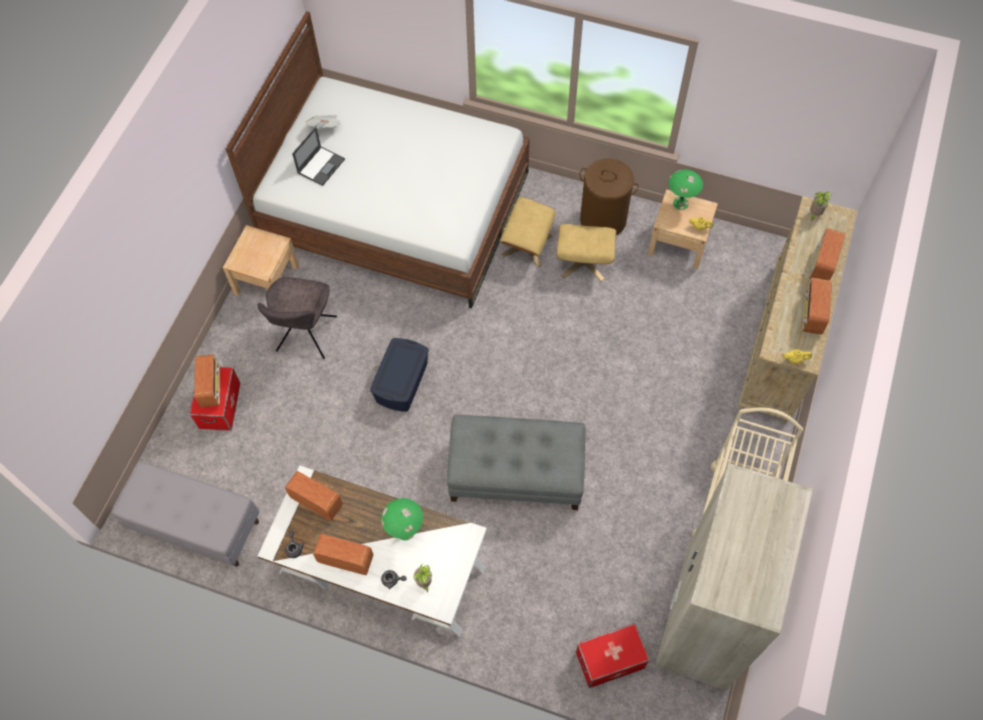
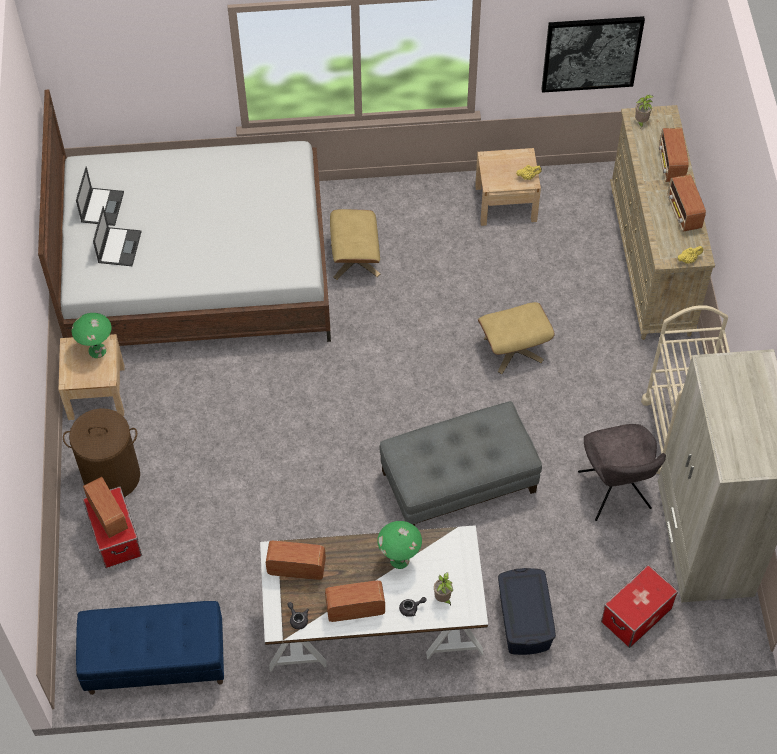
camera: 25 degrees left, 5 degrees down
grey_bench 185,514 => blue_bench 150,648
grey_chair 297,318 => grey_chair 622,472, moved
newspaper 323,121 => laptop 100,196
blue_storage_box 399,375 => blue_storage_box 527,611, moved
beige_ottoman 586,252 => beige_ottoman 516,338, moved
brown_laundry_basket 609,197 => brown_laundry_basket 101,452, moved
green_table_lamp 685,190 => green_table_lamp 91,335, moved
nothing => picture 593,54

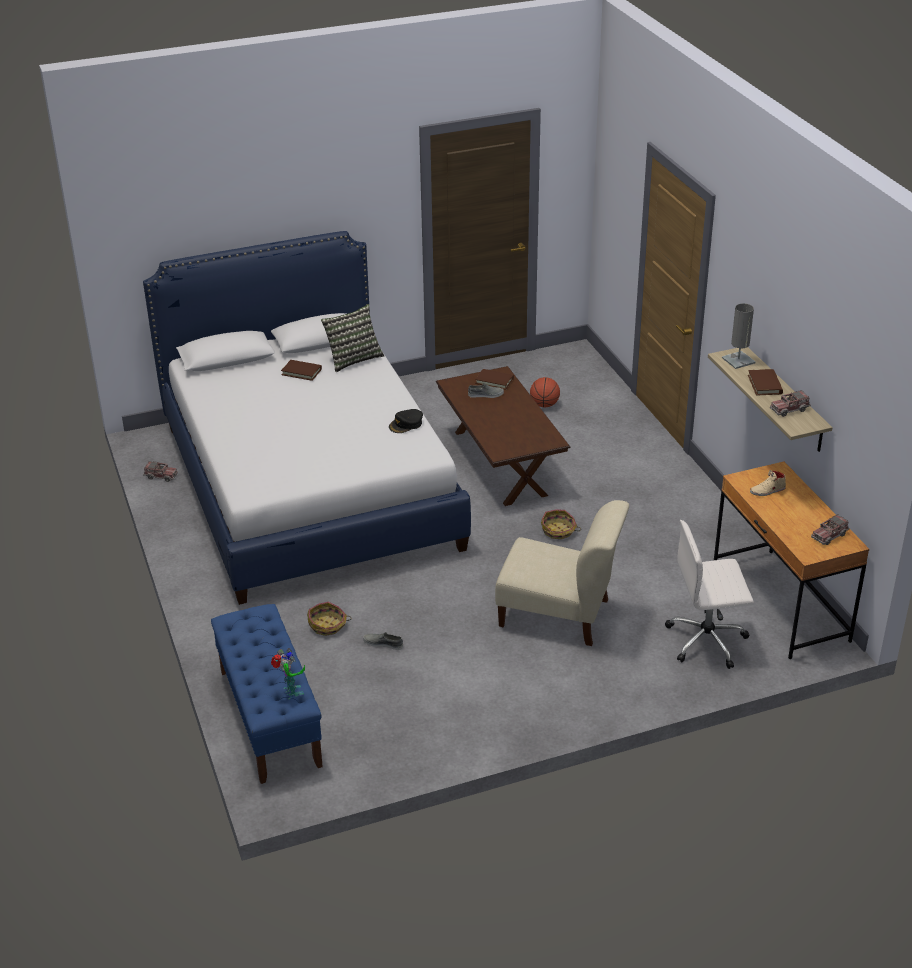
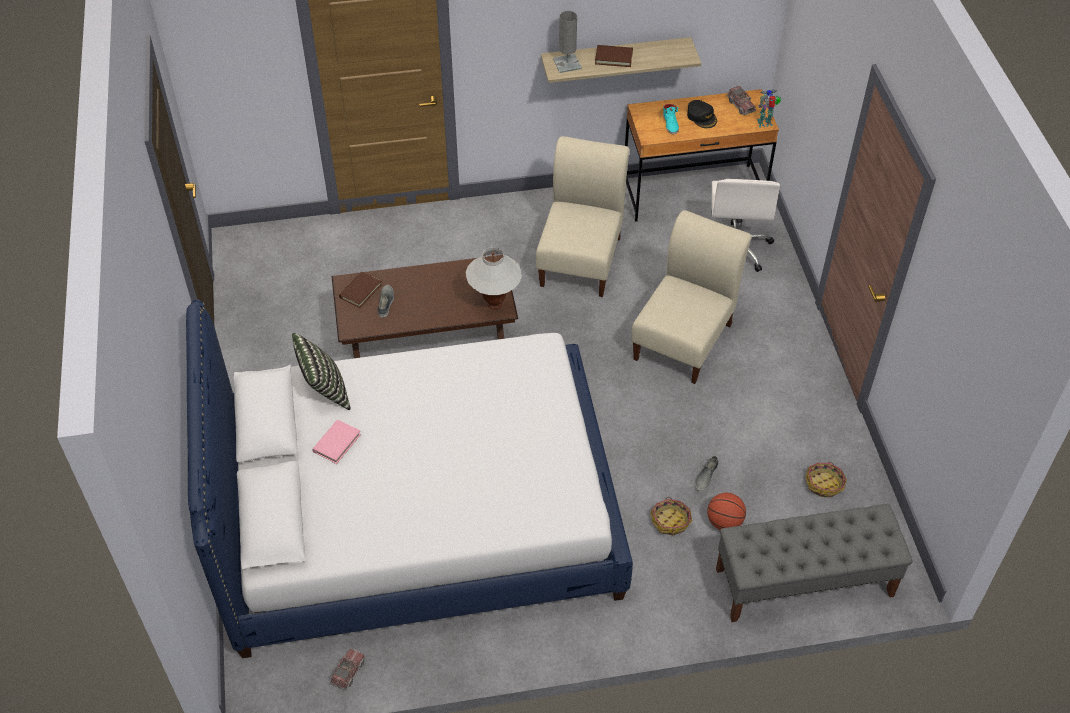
camera: 80 degrees left, 15 degrees up
blue_bench 267,694 => grey_bench 814,563
toy_robot 288,673 => toy_robot 769,108, moved
brown_book 301,370 => pink_book 336,442
black_cap 406,421 => black_cap 702,114, moved
basketball 545,392 => basketball 726,511, moved
basket 561,524 => basket 826,479, moved
beige_shoe 768,483 => turquoise_shoe 671,119
toy_truck 790,403 => nothing
nothing => white_table_lamp 494,278
nothing => beige_chair 583,216

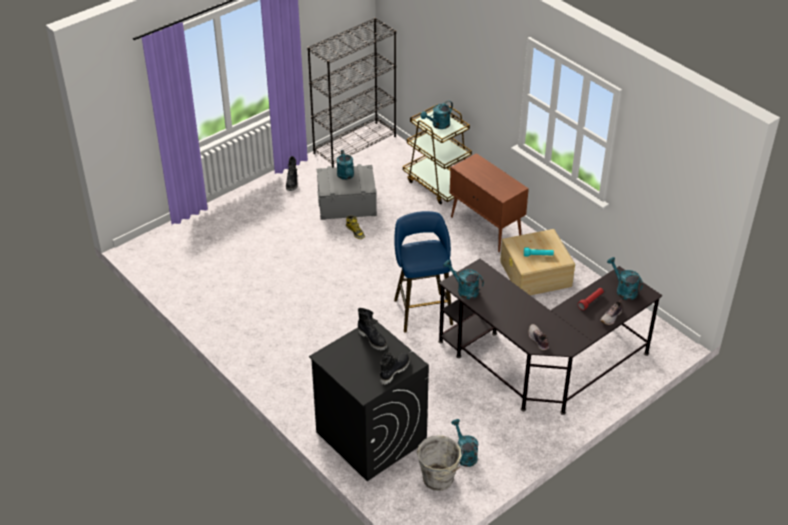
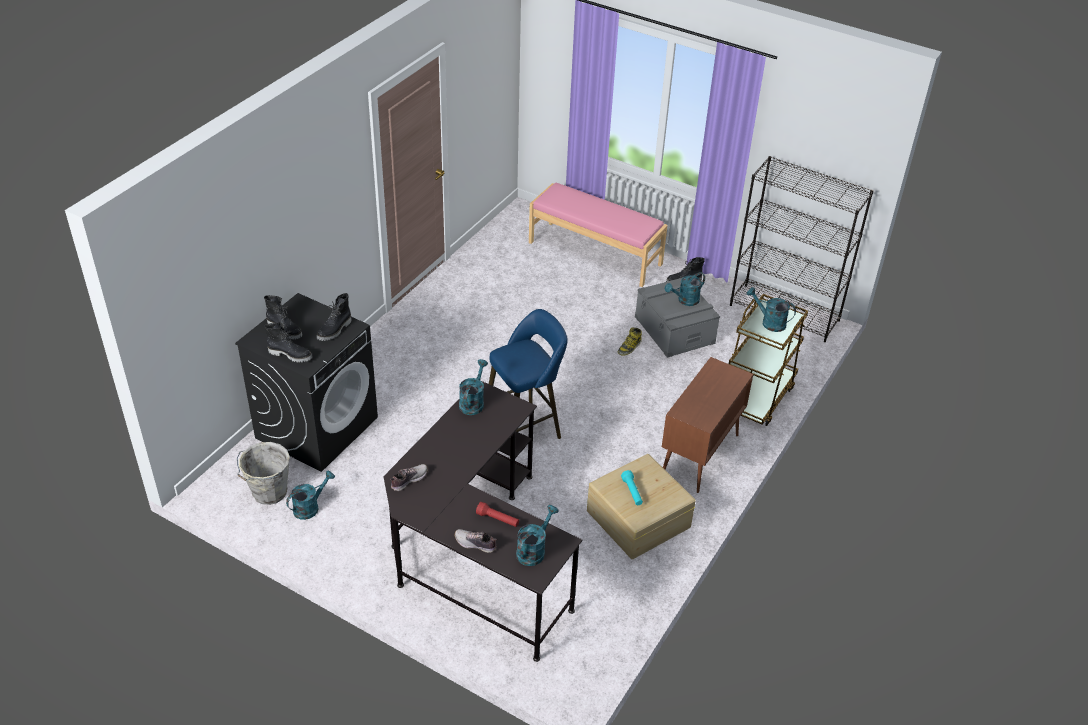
camera: 70 degrees right, 0 degrees up
nothing => black_boot 283,317
nothing => pink_bench 598,235

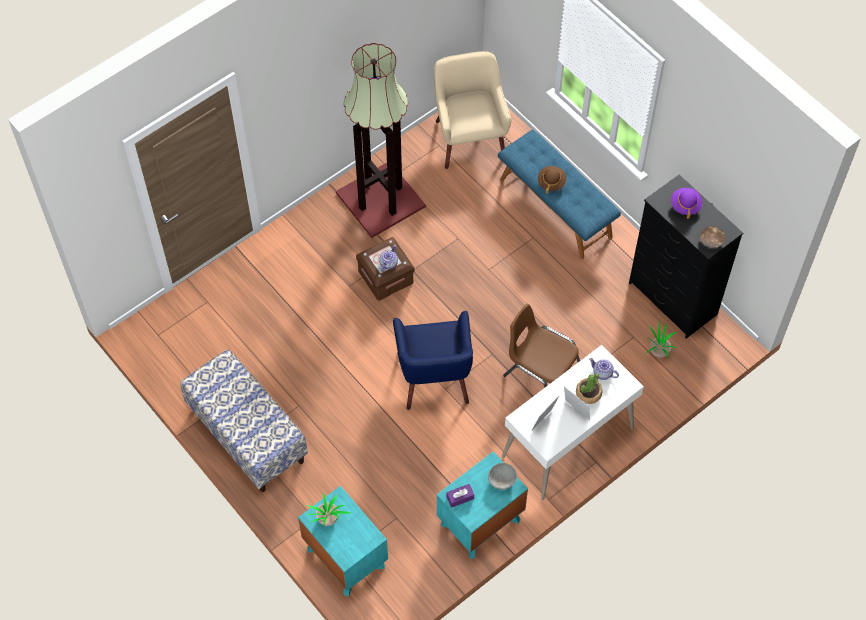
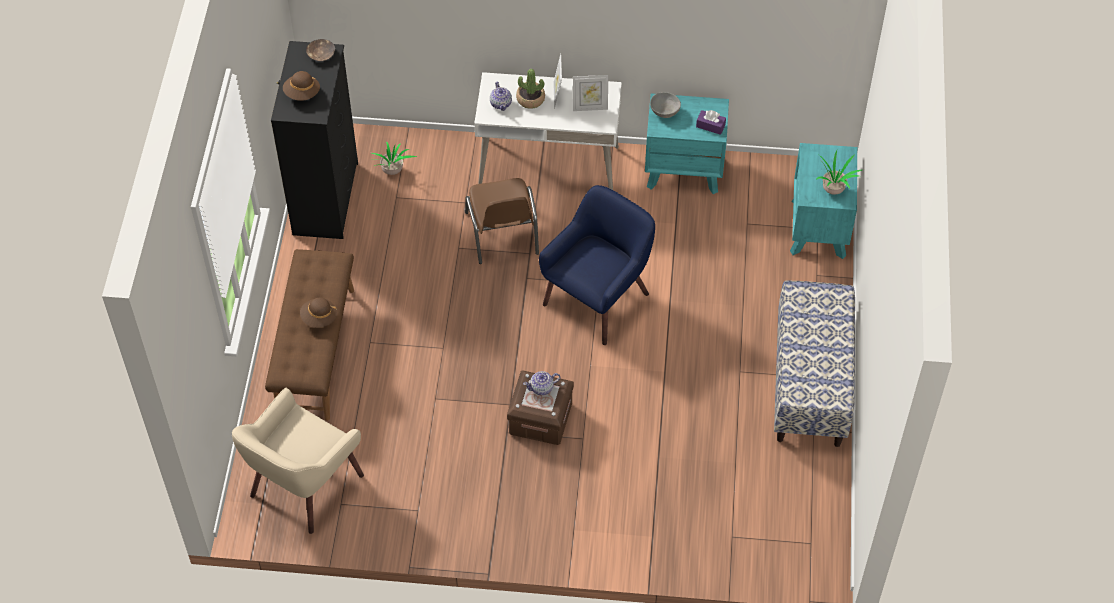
camera: 135 degrees left, 5 degrees down
floor_lamp 381,140 => nothing
blue_bench 559,194 => brown_bench 309,335
purple_hat 686,203 => brown_hat 301,86

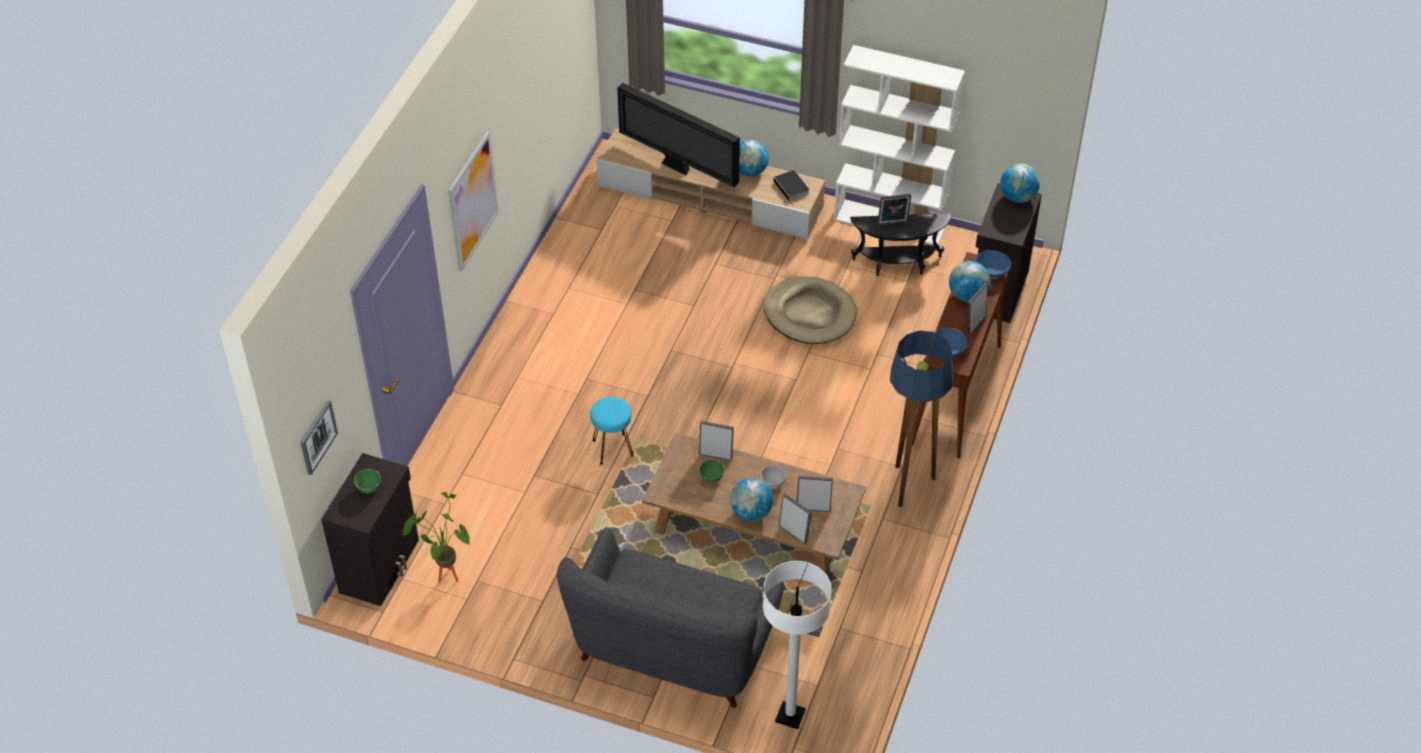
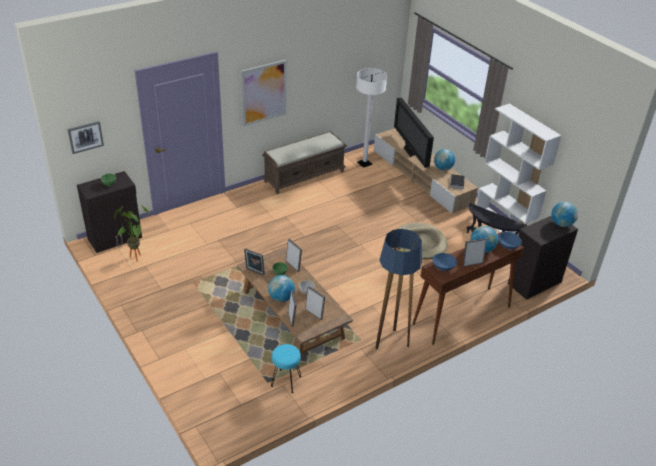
camera: 35 degrees right, 10 degrees down
grey_sofa 670,617 => nothing
turquoise_stool 612,430 => turquoise_stool 286,368, moved
white_floor_lamp 797,645 => white_floor_lamp 371,118, moved
picture_frame 894,210 => picture_frame 254,261, moved
nothing => brown_bench 304,162

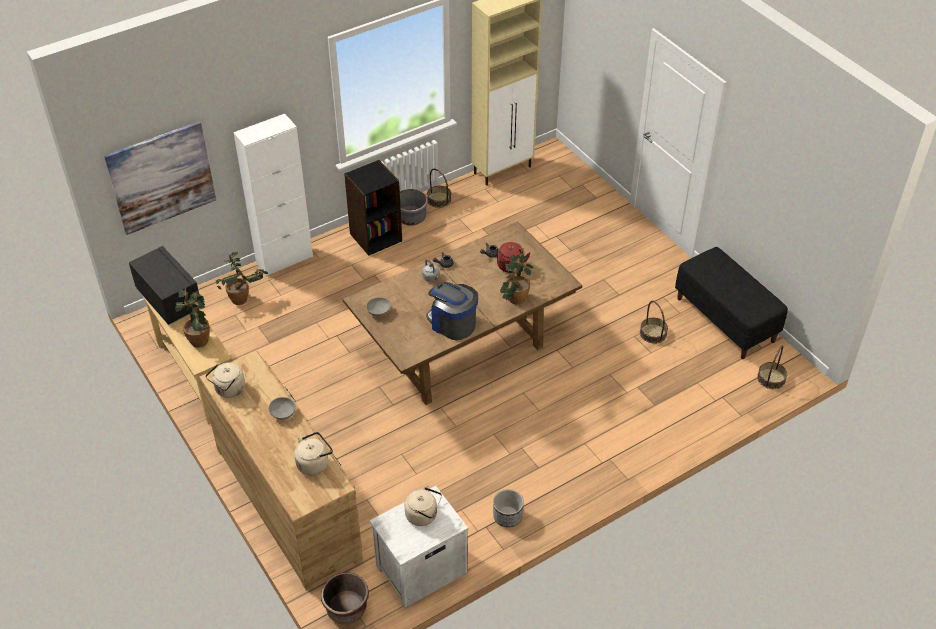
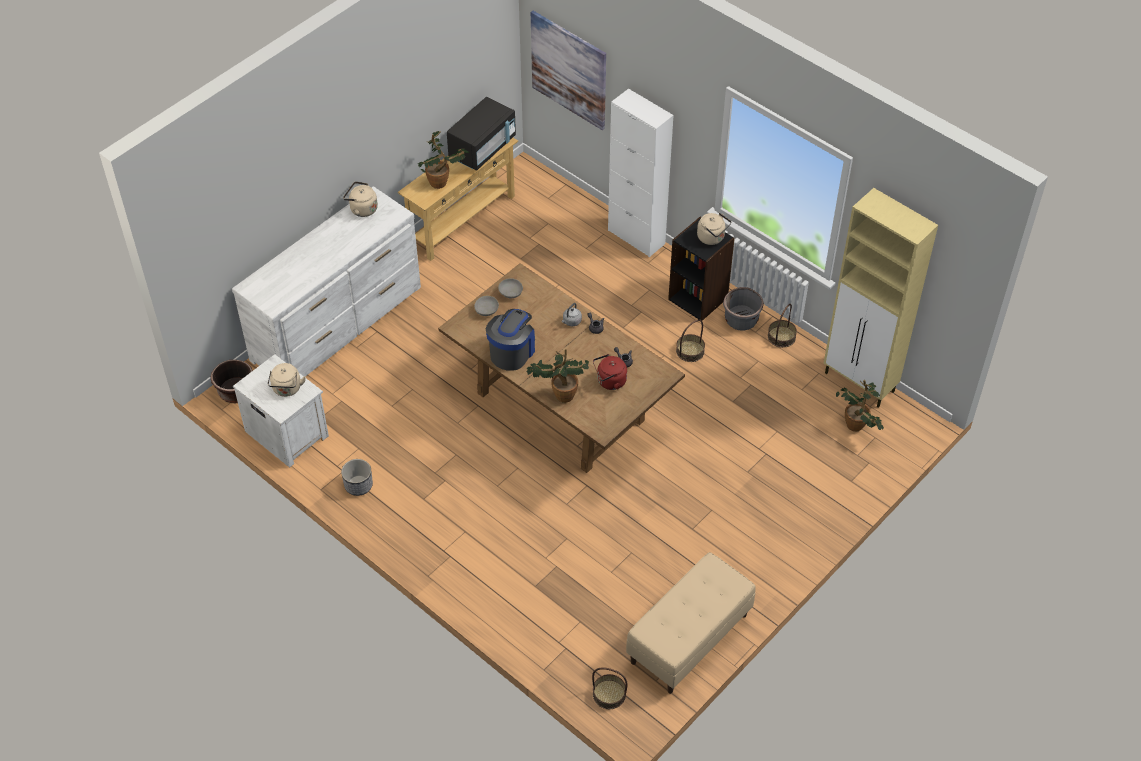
camera: 75 degrees right, 5 degrees up
brown_dresser 281,471 => white_dresser 326,281
potted_plant 242,278 => potted_plant 860,405, moved
grey_bowl 282,408 => grey_bowl 486,306, moved
beige_kettle 313,454 => beige_kettle 714,229, moved
basket 654,322 => basket 690,340, moved
black_bench 731,303 => beige_bench 691,623

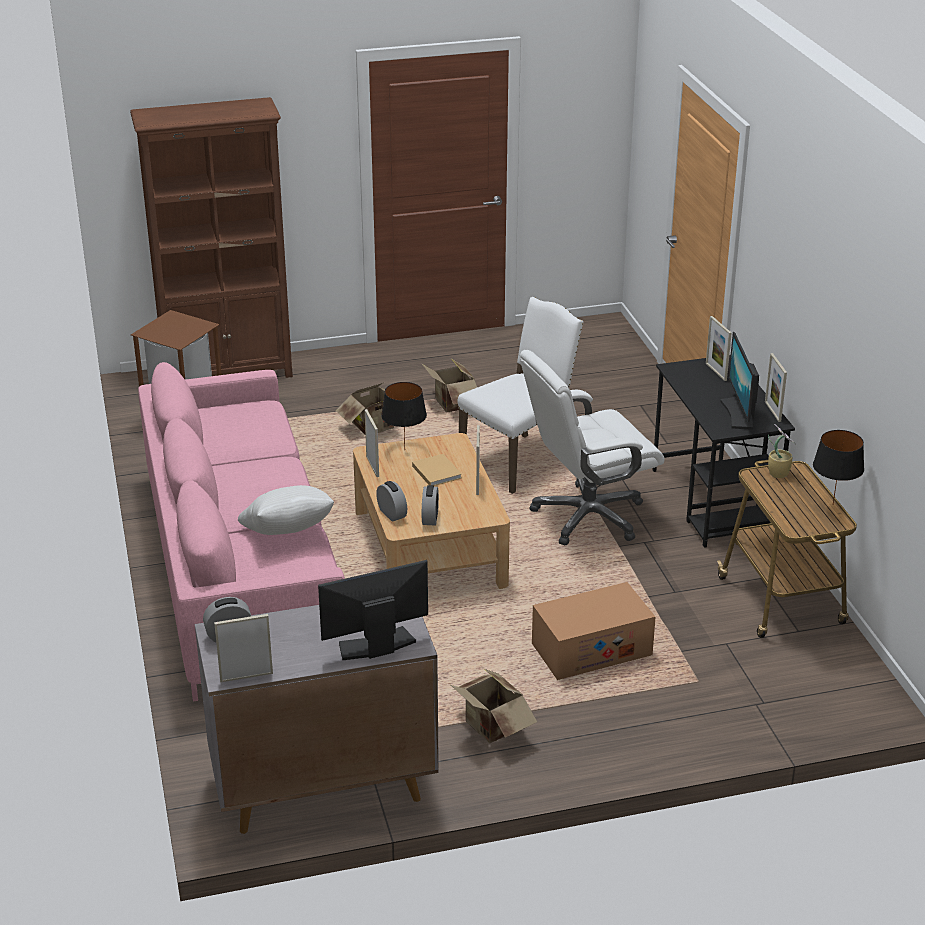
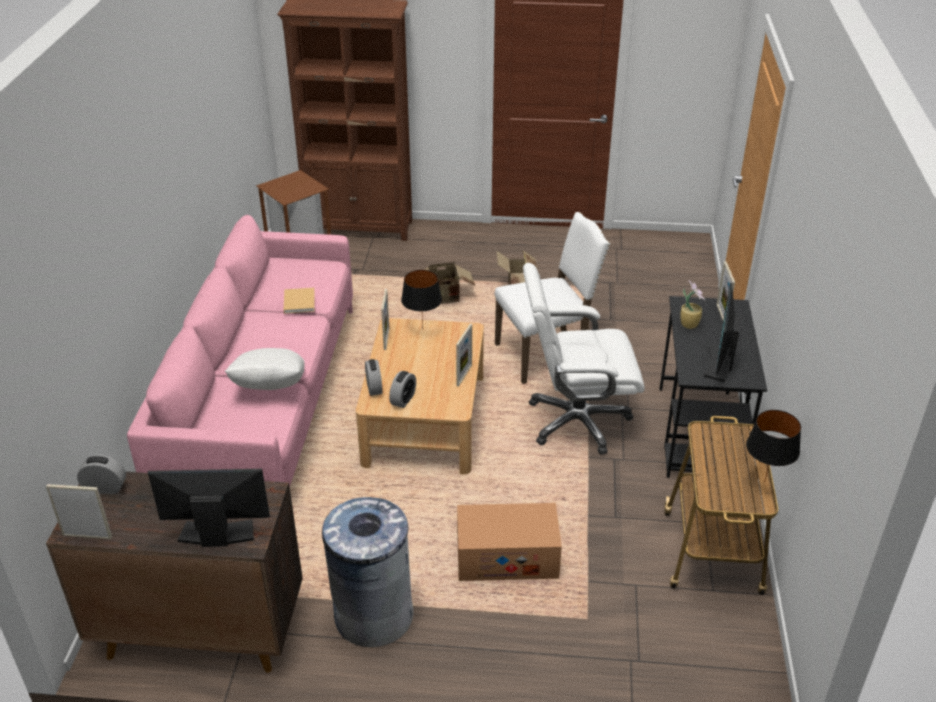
camera: 20 degrees right, 5 degrees up
grey_cabinet 317,719 => brown_cabinet 174,572
beige_book 437,470 => beige_book 299,301, moved
cardboard_box 494,706 => grey_trash_can 368,571
picture_frame 776,387 => nothing
potted_plant 782,451 => potted_plant 692,304, moved

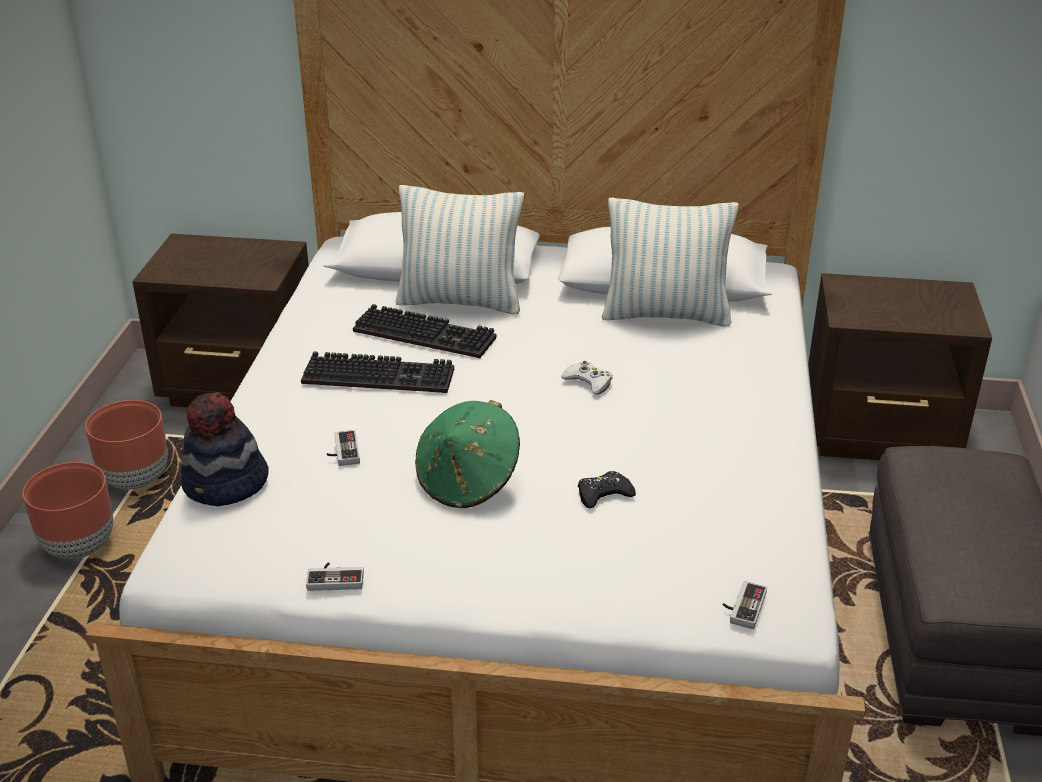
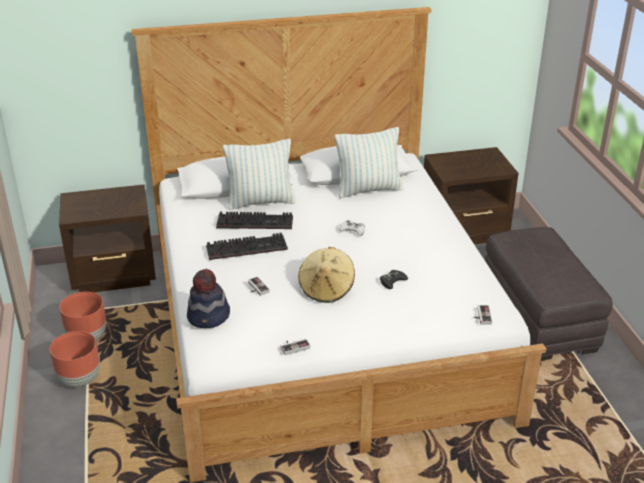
camera: 20 degrees left, 0 degrees up
green_hat 467,454 => beige_hat 326,275

